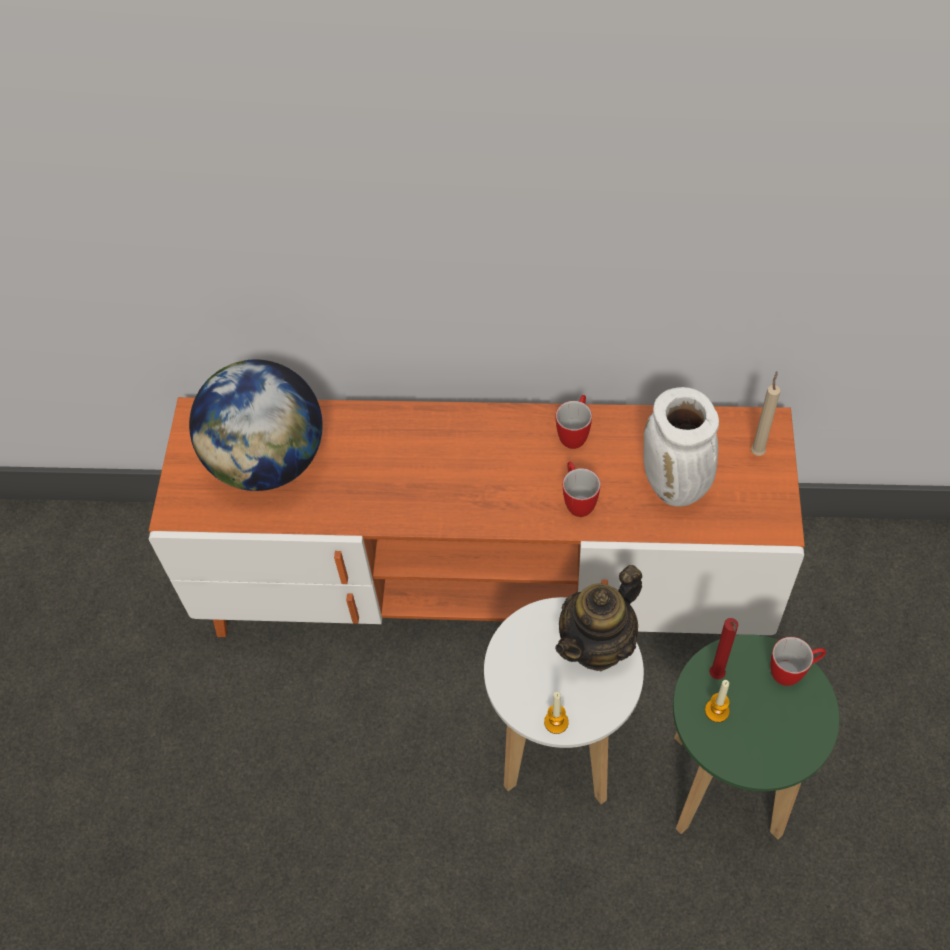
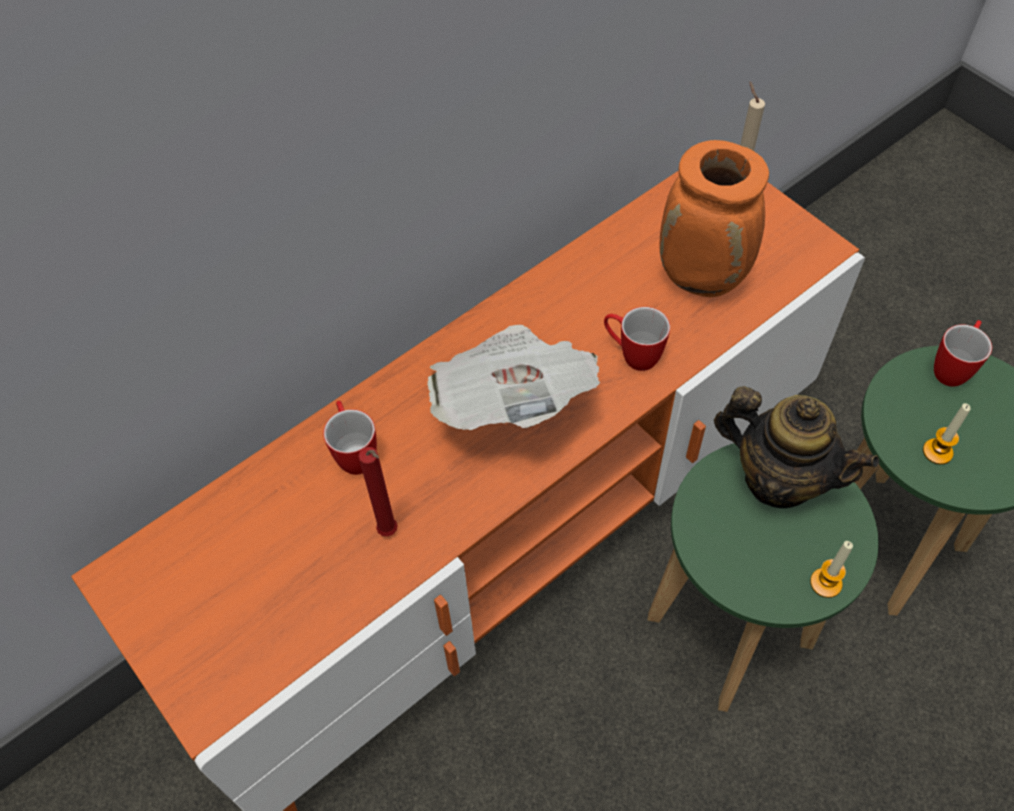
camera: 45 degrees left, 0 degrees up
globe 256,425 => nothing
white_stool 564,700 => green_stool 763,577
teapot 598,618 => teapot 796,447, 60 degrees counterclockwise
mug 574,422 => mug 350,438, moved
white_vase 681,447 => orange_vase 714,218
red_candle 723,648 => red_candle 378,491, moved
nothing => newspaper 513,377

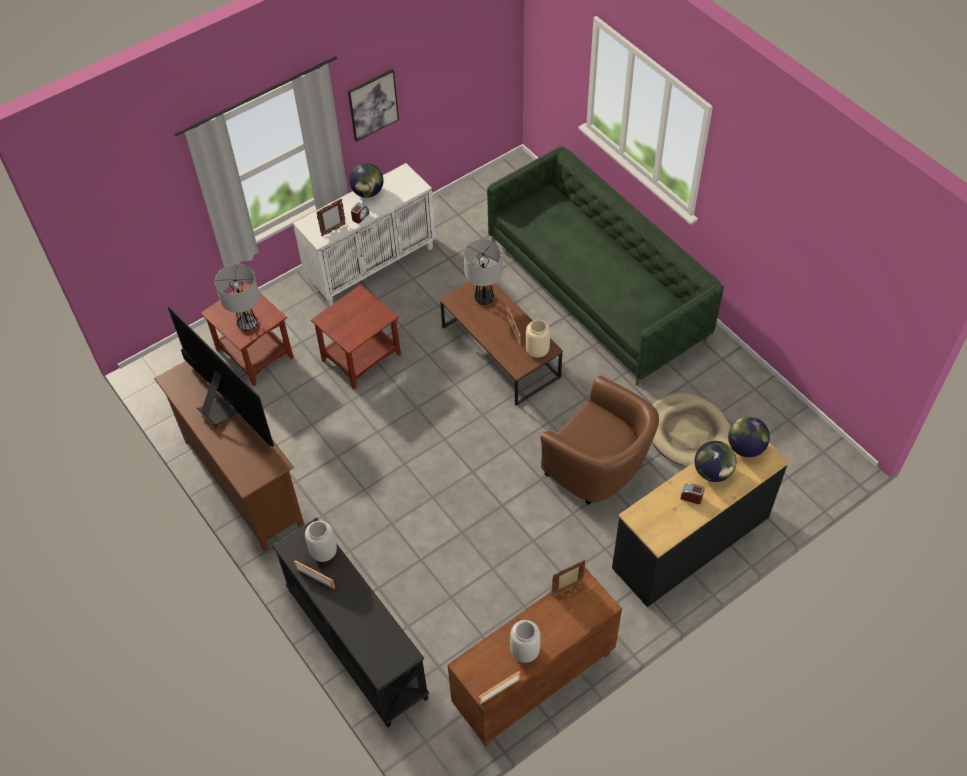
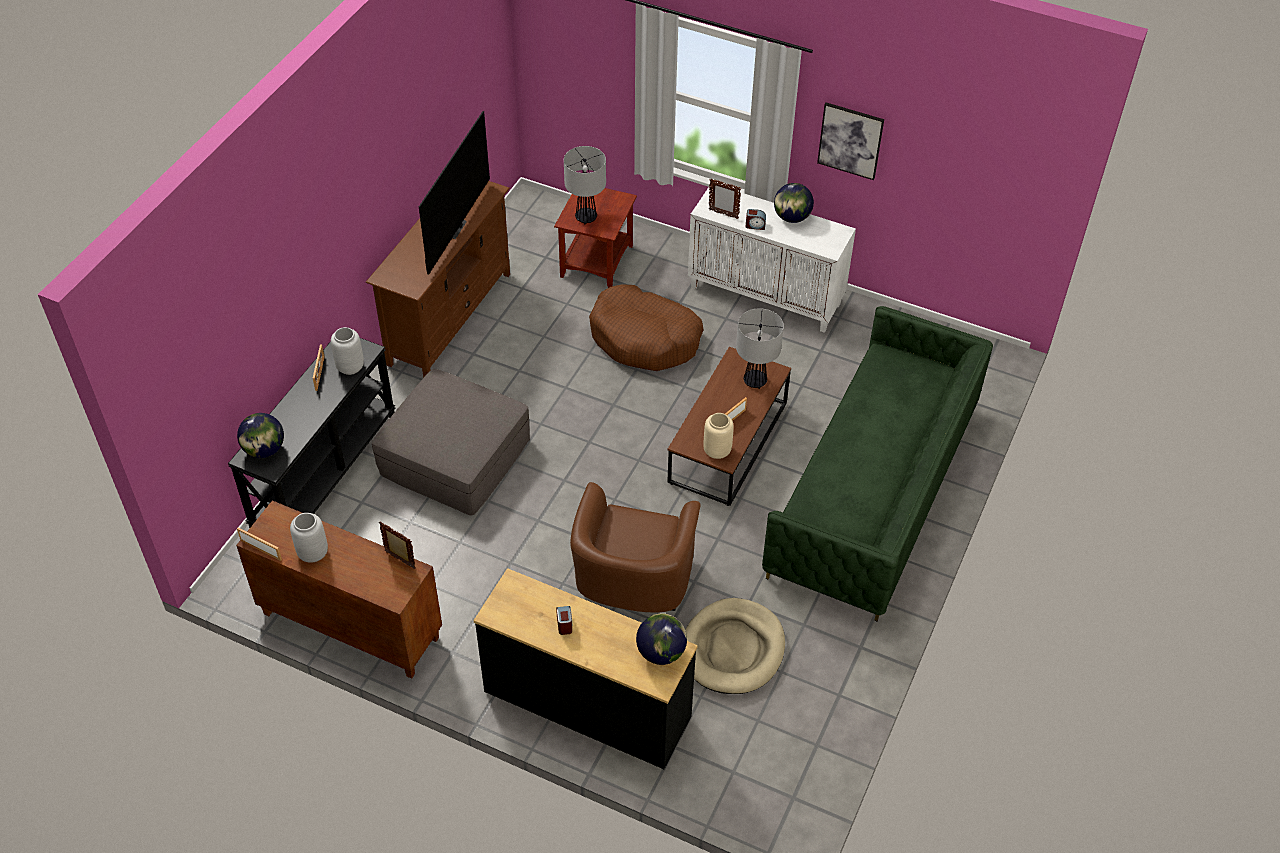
camera: 60 degrees right, 5 degrees down
brown_side_table 356,337 => brown_dog_bed 646,327
globe 715,461 => globe 260,435, moved
nothing => grey_ottoman 451,442

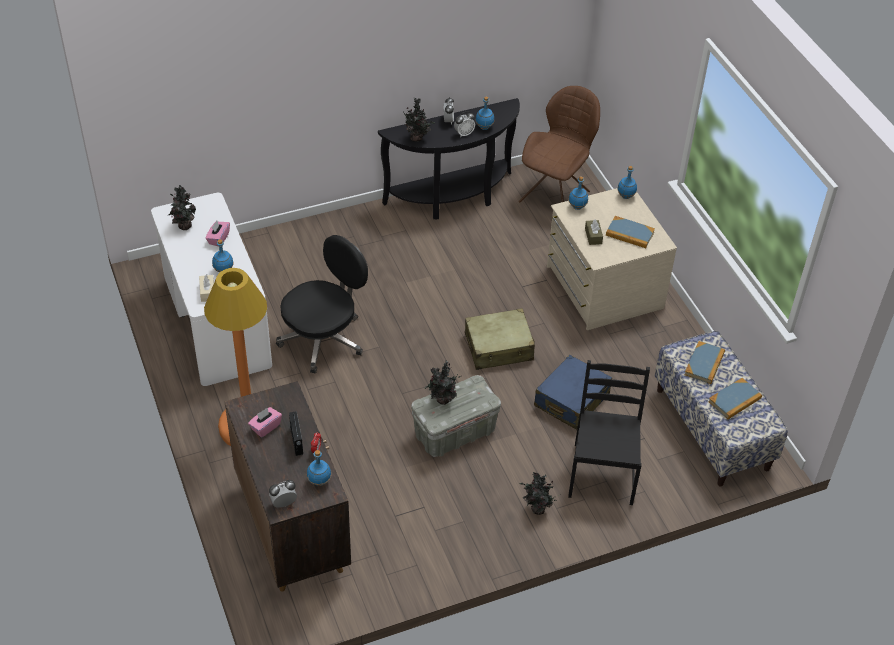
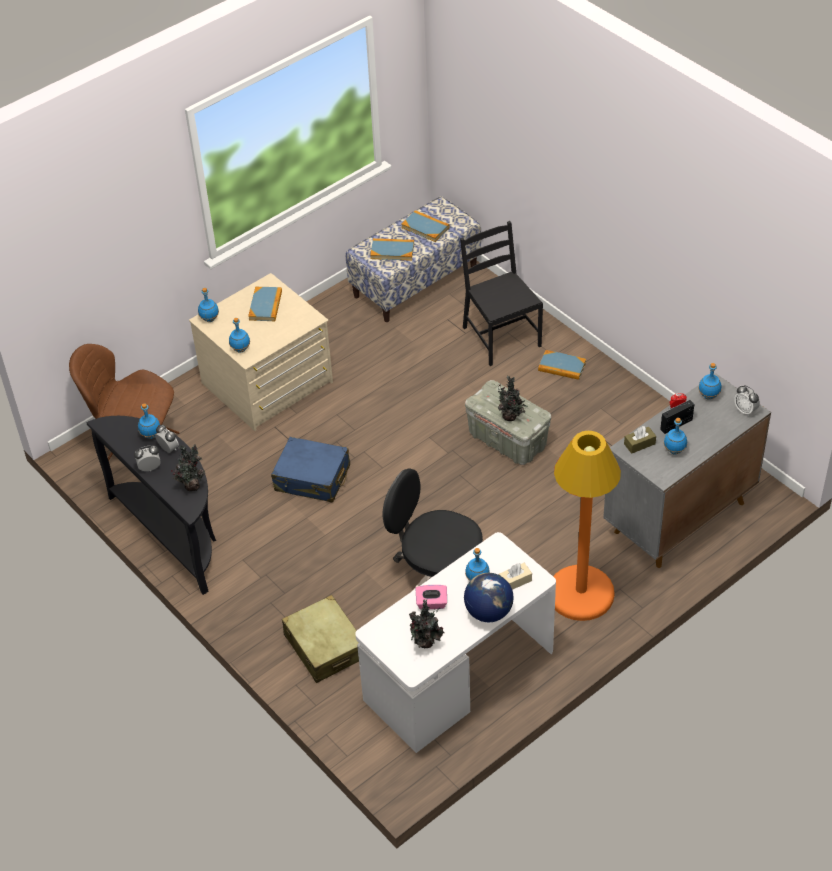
camera: 105 degrees left, 0 degrees up
brown_cabinet 288,486 => grey_cabinet 687,470
pink_tissue_box 265,422 => blue_bottle 675,436
beige_suitcase 500,339 => beige_suitcase 320,639, moved
potted_plant 539,493 => book 562,365
blue_suitcase 573,392 => blue_suitcase 310,470, moved
black_chair 609,432 => black_chair 501,293, 75 degrees clockwise
brown_tissue_box 594,232 => brown_tissue_box 640,440, moved
nothing => globe 489,597

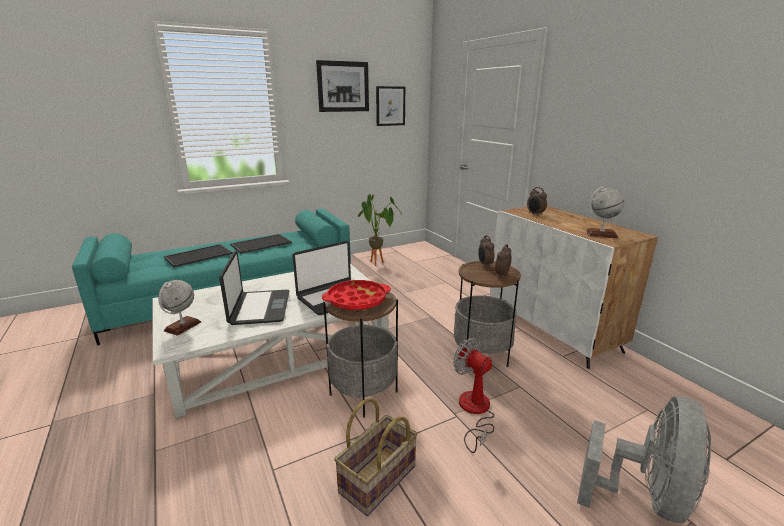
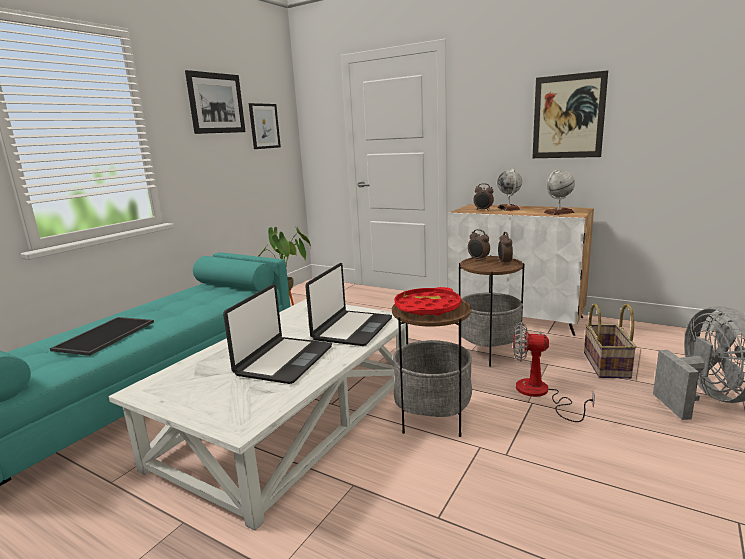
camera: 30 degrees left, 5 degrees down
globe 179,308 => globe 509,190, moved
laptop 254,288 => laptop 277,334, 60 degrees clockwise
tray 261,244 => nothing
basket 375,457 => basket 610,341, moved
nothing => picture 570,114

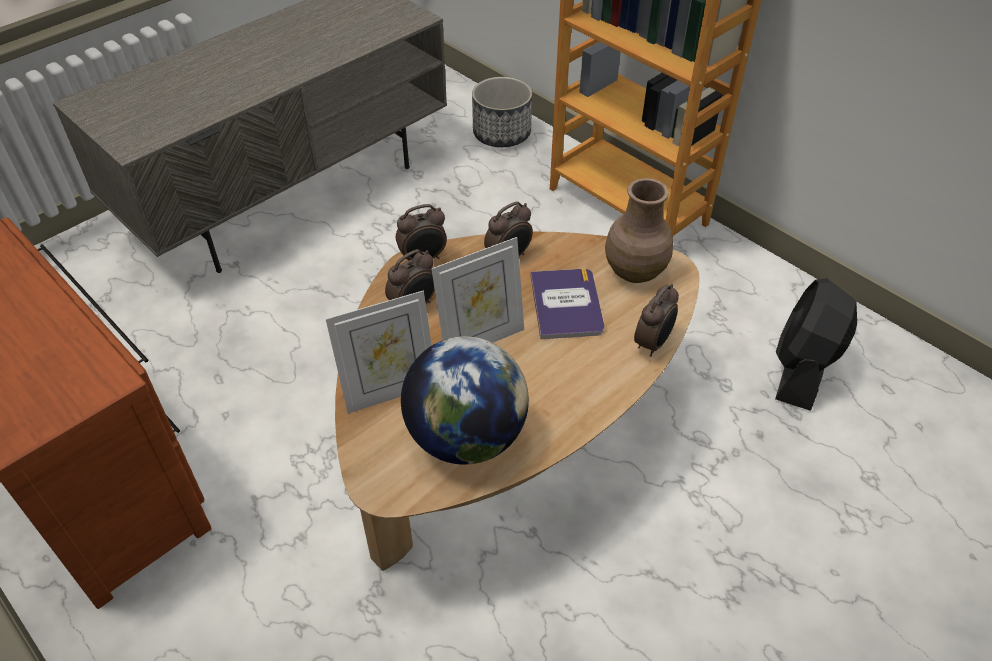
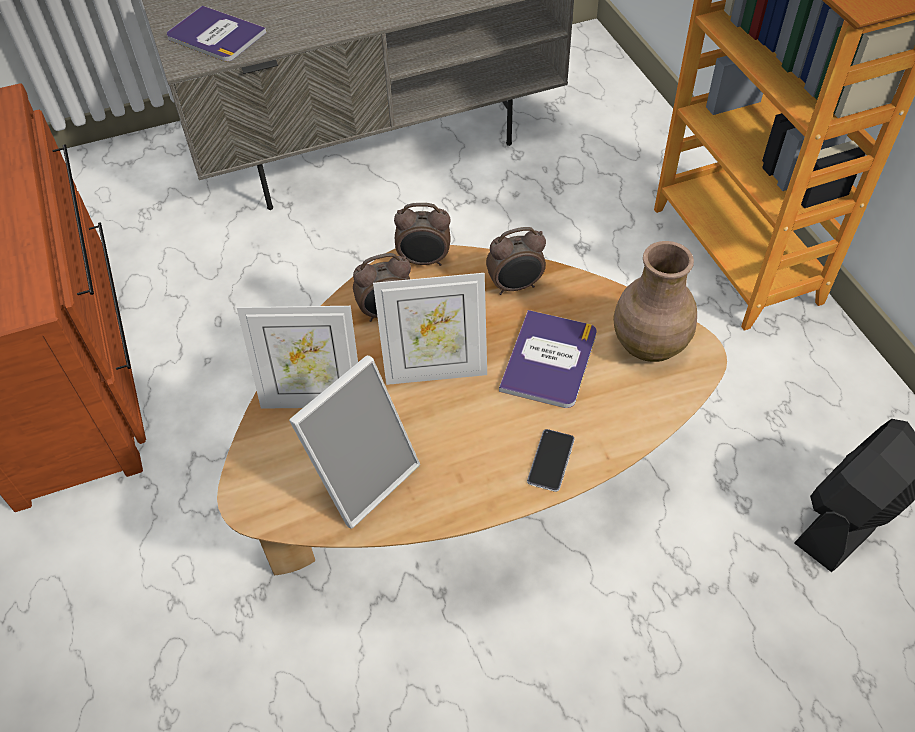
camera: 25 degrees right, 5 degrees up
globe 465,400 => picture_frame 354,442
planter 502,112 => nothing
alarm_clock 656,320 => nothing
nothing => book 217,33
nothing => phone 551,460

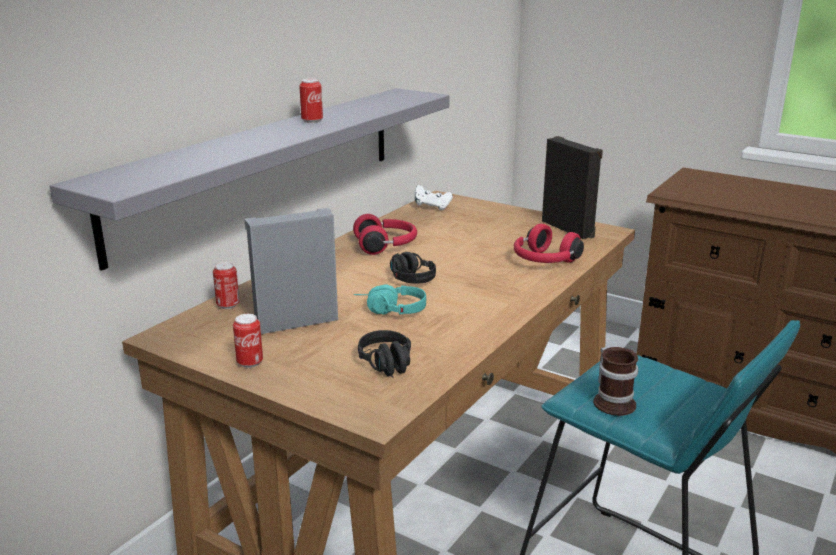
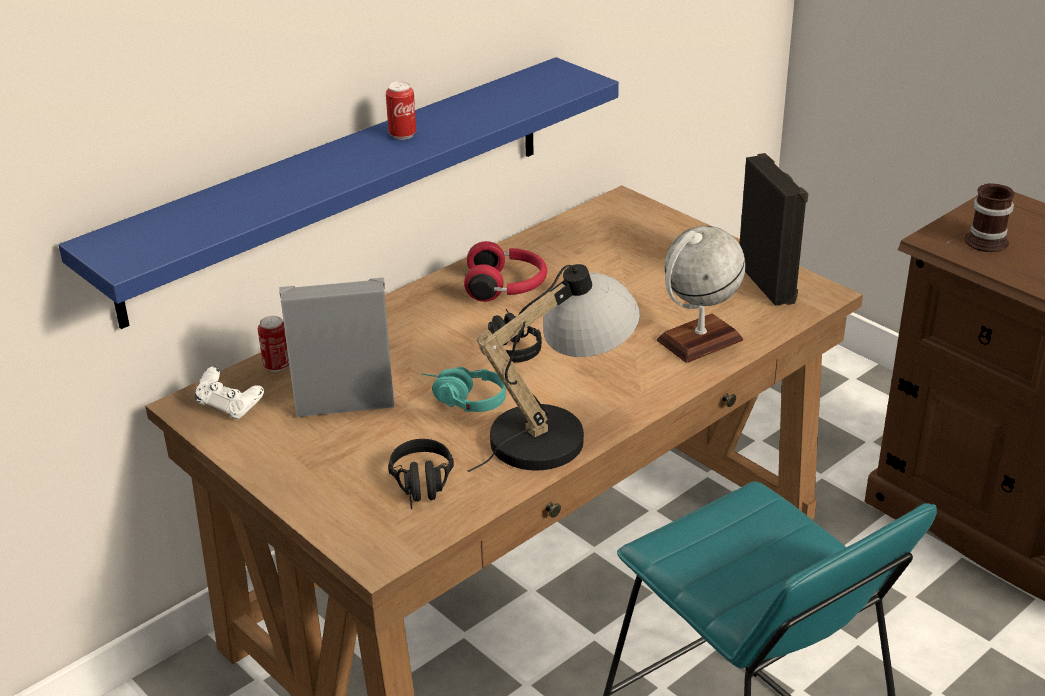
camera: 15 degrees right, 10 degrees up
grey_shelf 250,179 => blue_shelf 338,193
can 248,341 => nothing
white_game_controller 434,197 => white_game_controller 229,392, moved
red_headphones 549,243 => globe 701,294
mug 615,381 => mug 990,217, moved
nothing => table_lamp 554,368

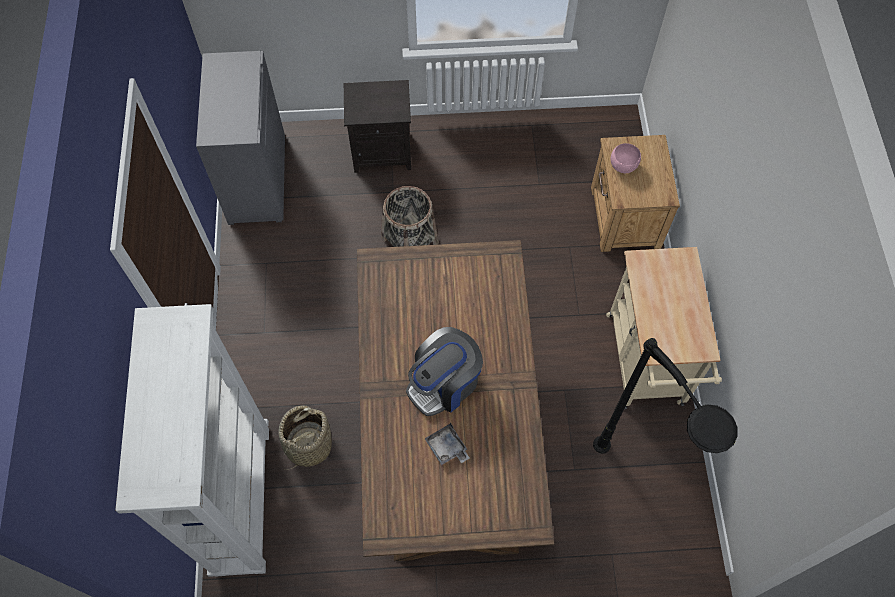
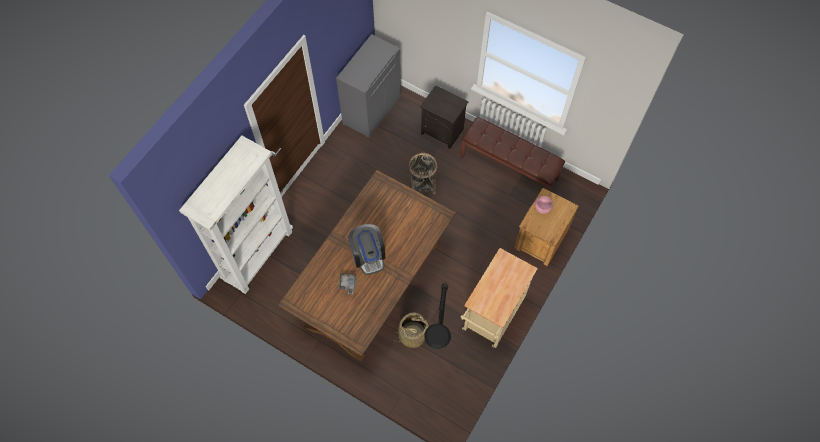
camera: 35 degrees right, 0 degrees up
basket 305,437 => basket 413,330, moved
coffee_machine 444,371 => coffee_machine 366,249, 105 degrees counterclockwise
nothing => brown_bench 513,154

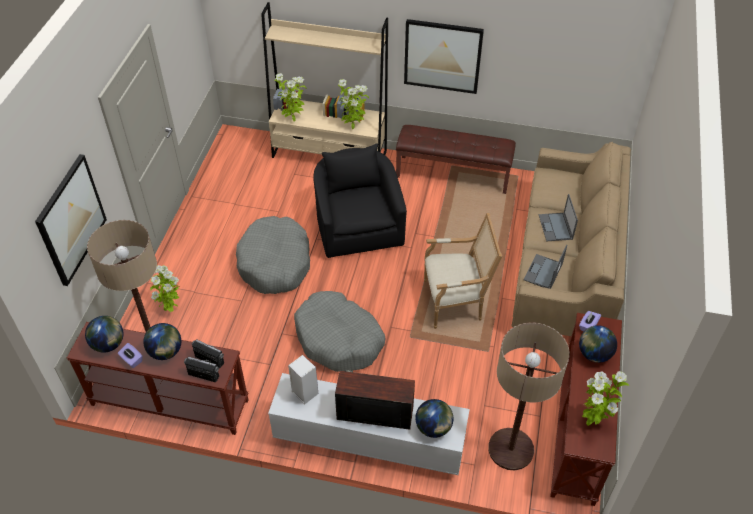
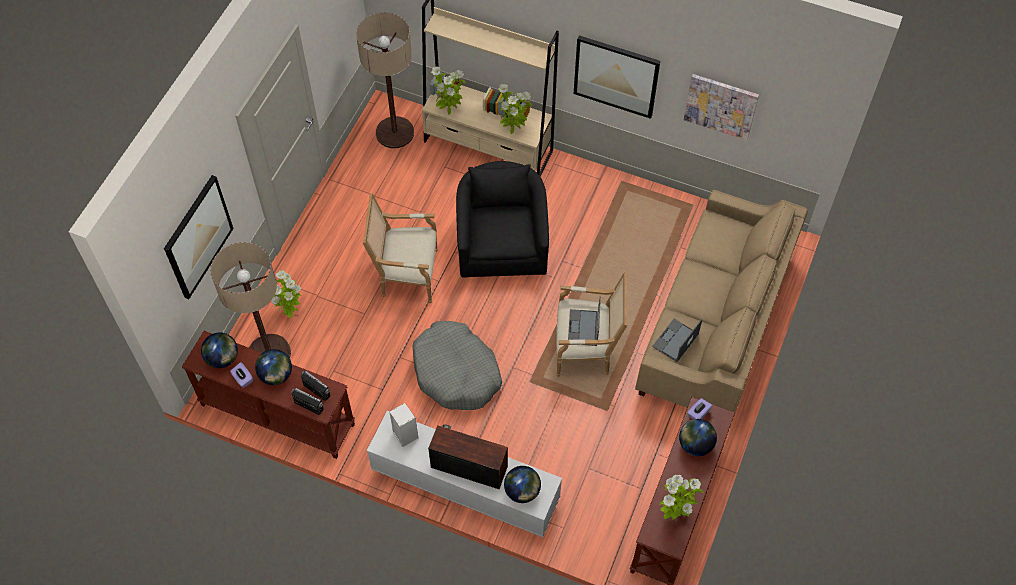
camera: 10 degrees right, 10 degrees up
grey_dog_bed 273,255 => armchair 399,248
brown_bench 456,159 => nothing
floor_lamp 529,396 => floor_lamp 385,80, moved
laptop 558,217 => laptop 584,321, moved
nothing => picture 721,107

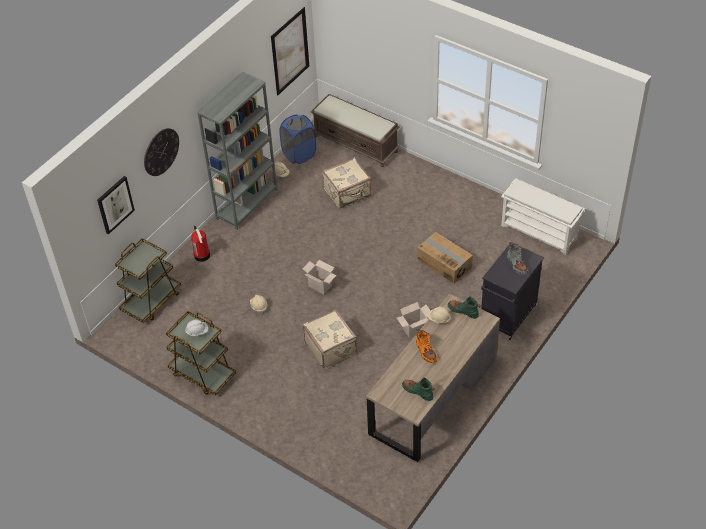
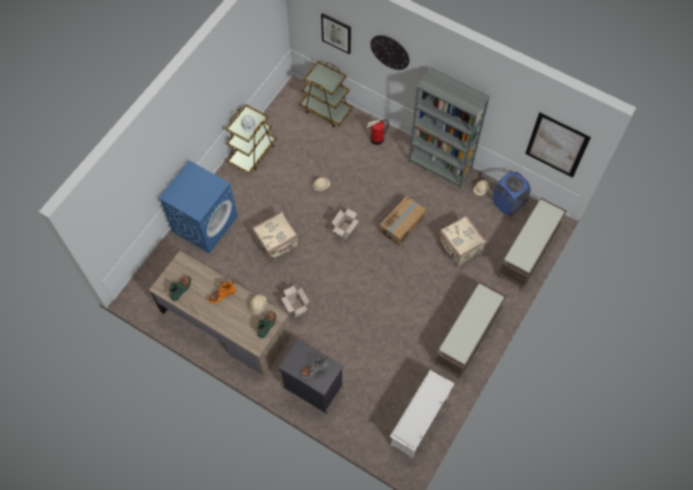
camera: 85 degrees right, 15 degrees up
cardboard_box 445,258 => cardboard_box 403,221, moved
nothing => blue_washing_machine 198,206
nothing => brown_bench 470,329

